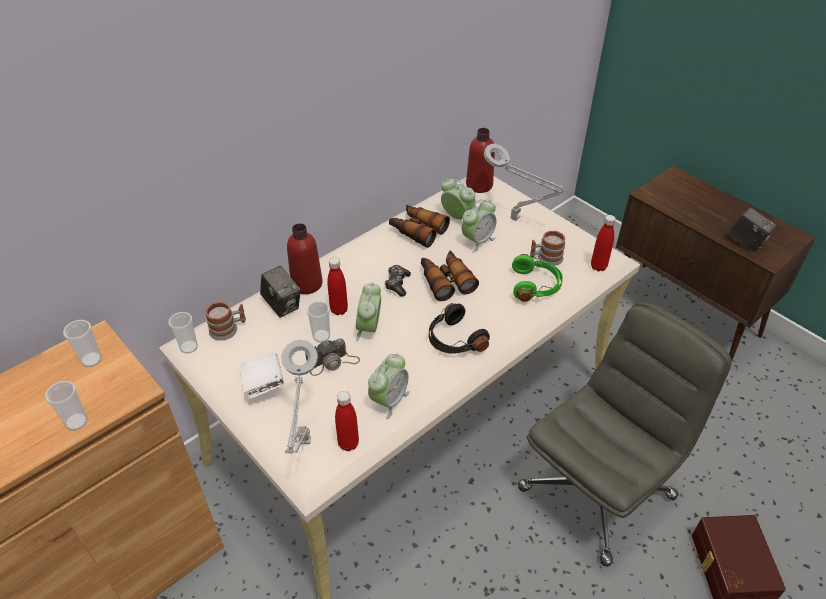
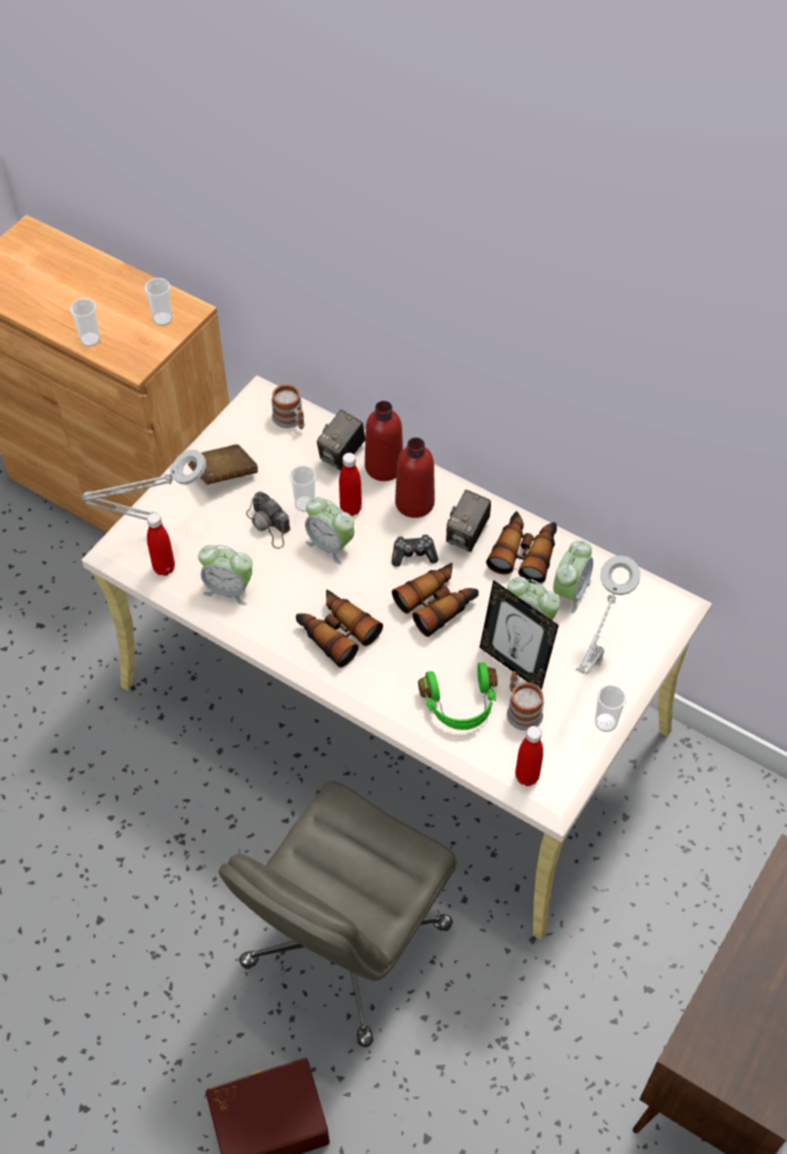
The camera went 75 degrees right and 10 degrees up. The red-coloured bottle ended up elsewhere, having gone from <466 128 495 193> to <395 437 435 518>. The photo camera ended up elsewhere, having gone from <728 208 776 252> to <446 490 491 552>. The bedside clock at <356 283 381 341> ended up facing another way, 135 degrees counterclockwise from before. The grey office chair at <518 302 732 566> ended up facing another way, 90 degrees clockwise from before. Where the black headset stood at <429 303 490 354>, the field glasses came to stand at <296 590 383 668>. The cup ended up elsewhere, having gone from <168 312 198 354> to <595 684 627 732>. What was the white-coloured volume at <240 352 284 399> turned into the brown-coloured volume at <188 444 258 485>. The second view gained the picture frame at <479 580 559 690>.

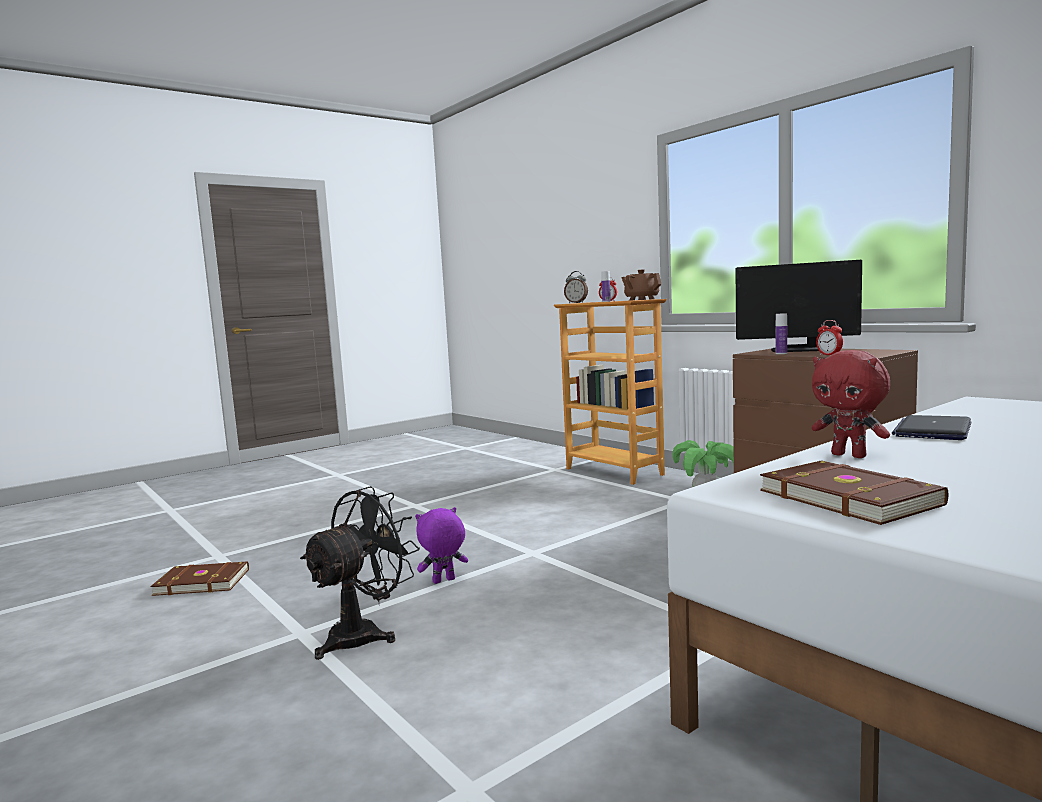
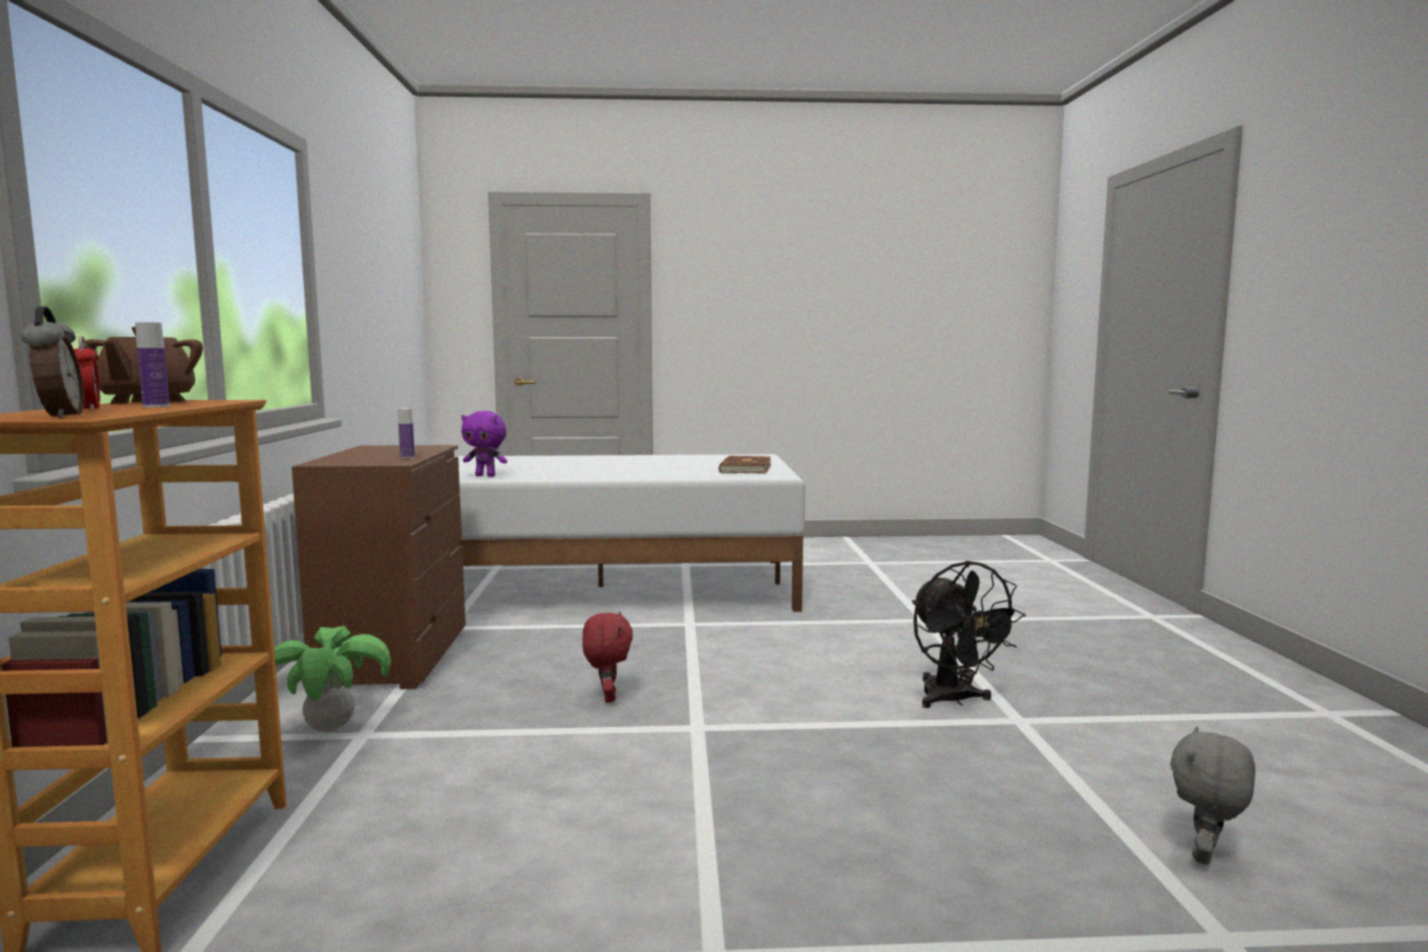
The camera went 145 degrees left and 0 degrees up. The second view lost the computer display at <735 260 862 352>. The second view lost the bedside clock at <816 320 843 355>. The red-coloured plush toy ended up elsewhere, having gone from <812 350 890 458> to <582 611 633 702>. The second view lost the portable computer at <892 415 971 440>. The black cooling fan at <300 486 420 660> ended up facing another way, 90 degrees counterclockwise from before. The purple-coloured plush toy ended up elsewhere, having gone from <415 507 468 584> to <461 411 507 477>. Where the brown-coloured volume stood at <150 561 249 596>, the grey plush toy came to stand at <1170 726 1255 865>.

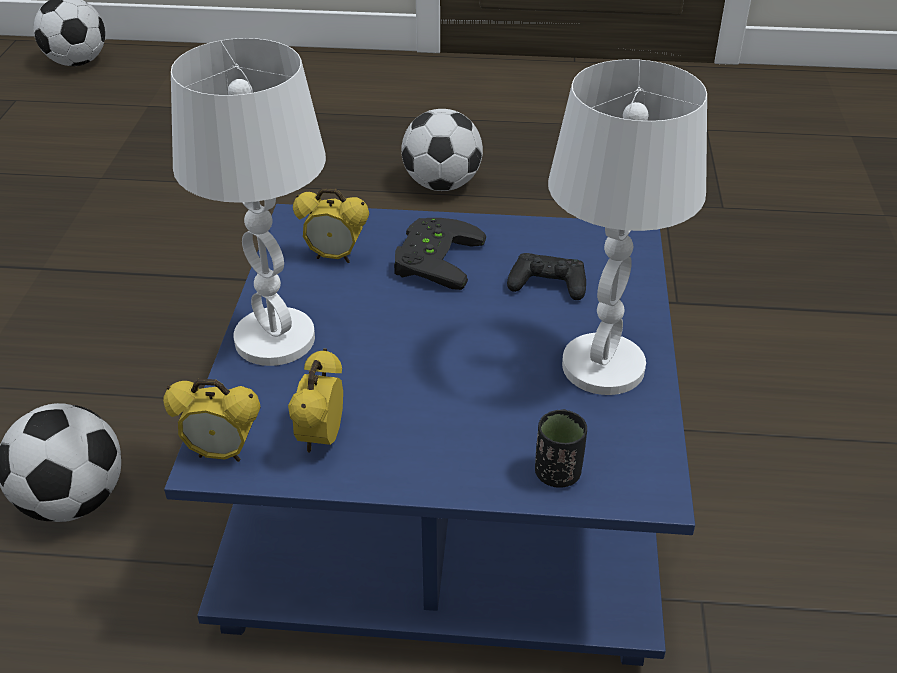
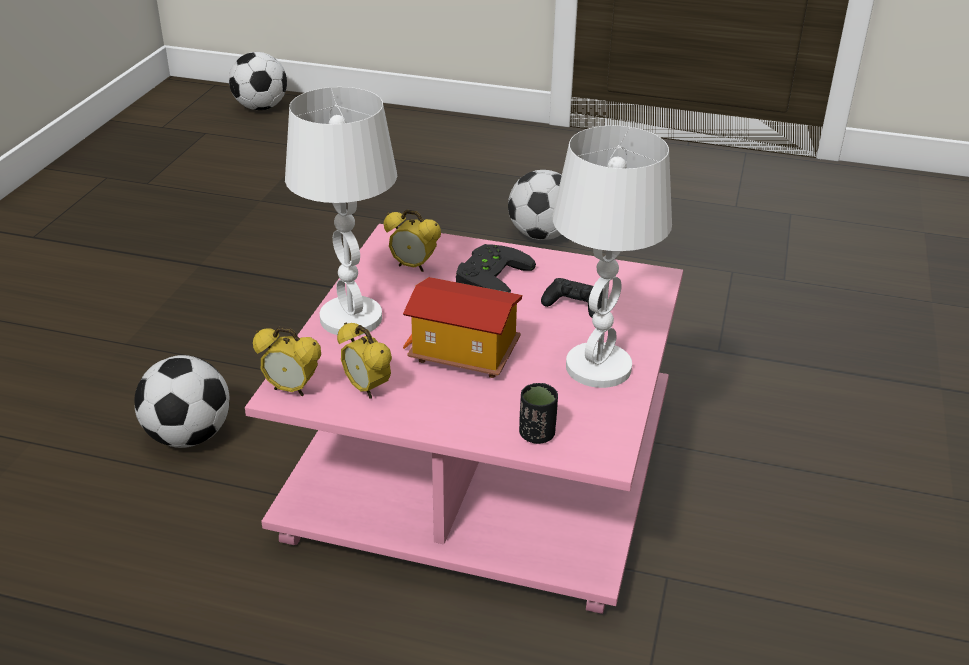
The camera went 10 degrees right and 5 degrees down. What was the blue lounge table at <164 204 695 666> turned into the pink lounge table at <245 224 683 614>. The bedside clock at <288 349 343 452> ended up facing another way, 60 degrees counterclockwise from before. The second view gained the miniature house at <403 277 522 378>.

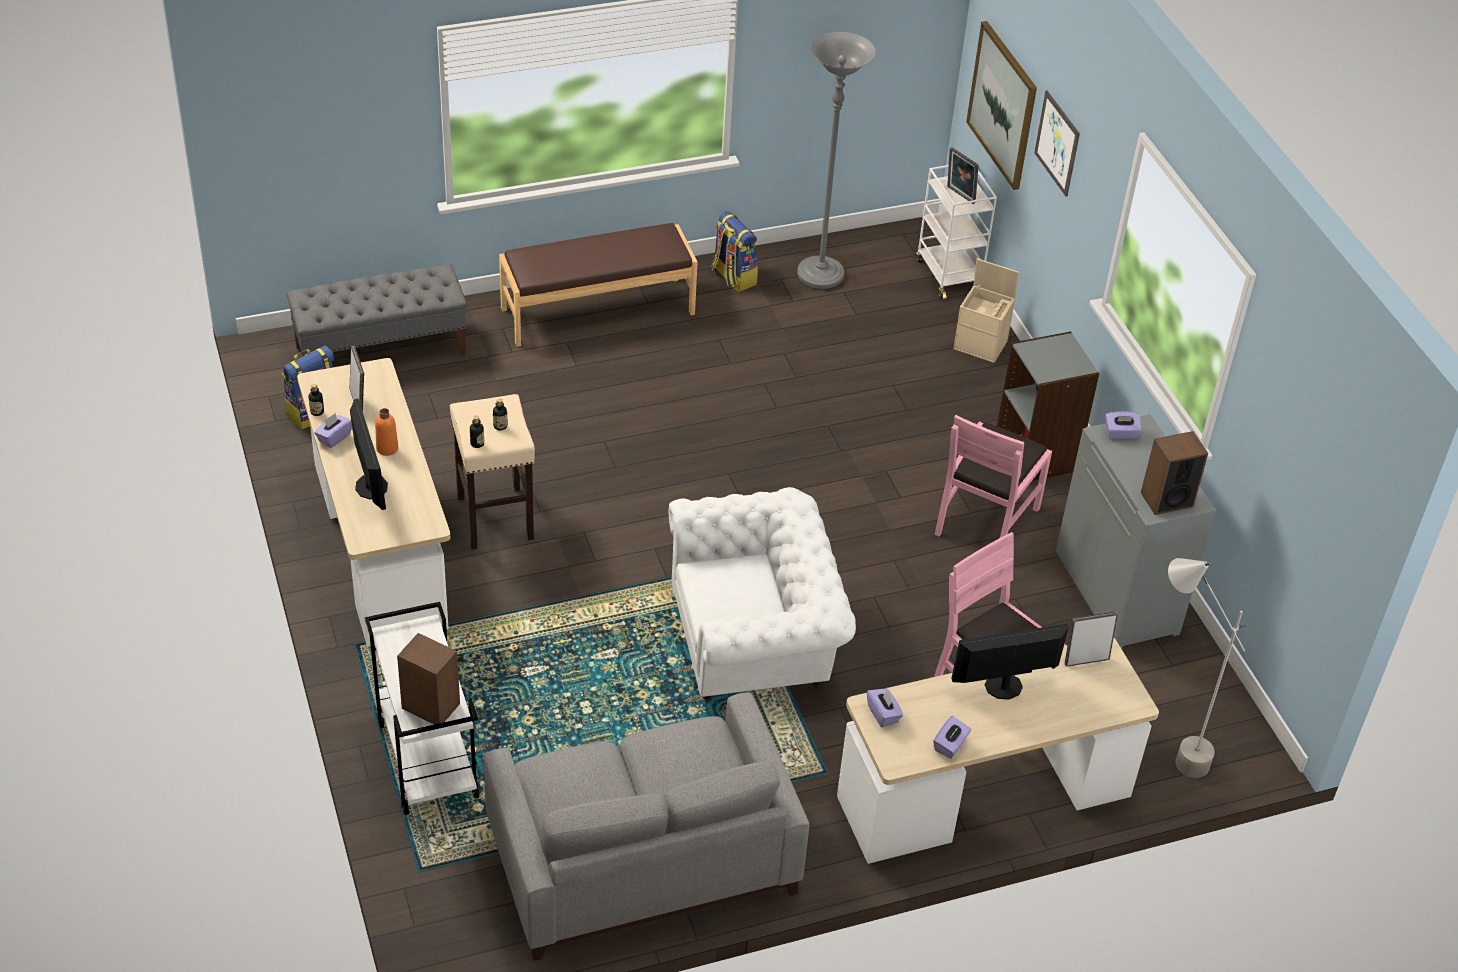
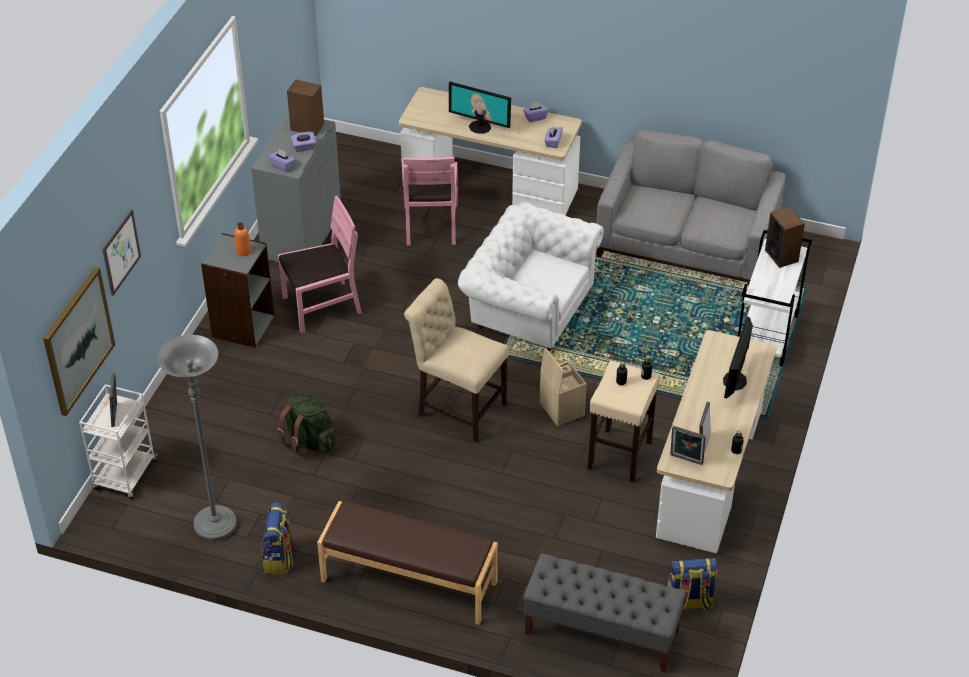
The camera went 140 degrees left and 0 degrees up. The beige-coloured storage container ended up elsewhere, having gone from <953 258 1019 363> to <540 347 586 426>. The orangey bottle ended up elsewhere, having gone from <375 408 398 456> to <234 222 251 256>. The purple-coloured tissue box ended up elsewhere, having gone from <314 413 352 448> to <291 132 316 152>. The second view lost the grey standing lamp at <1168 558 1245 778>. The picture frame ended up elsewhere, having gone from <1065 611 1118 667> to <670 426 706 465>. The second view gained the beige-coloured chair at <404 278 509 442>. The second view gained the green rucksack at <278 392 336 456>.

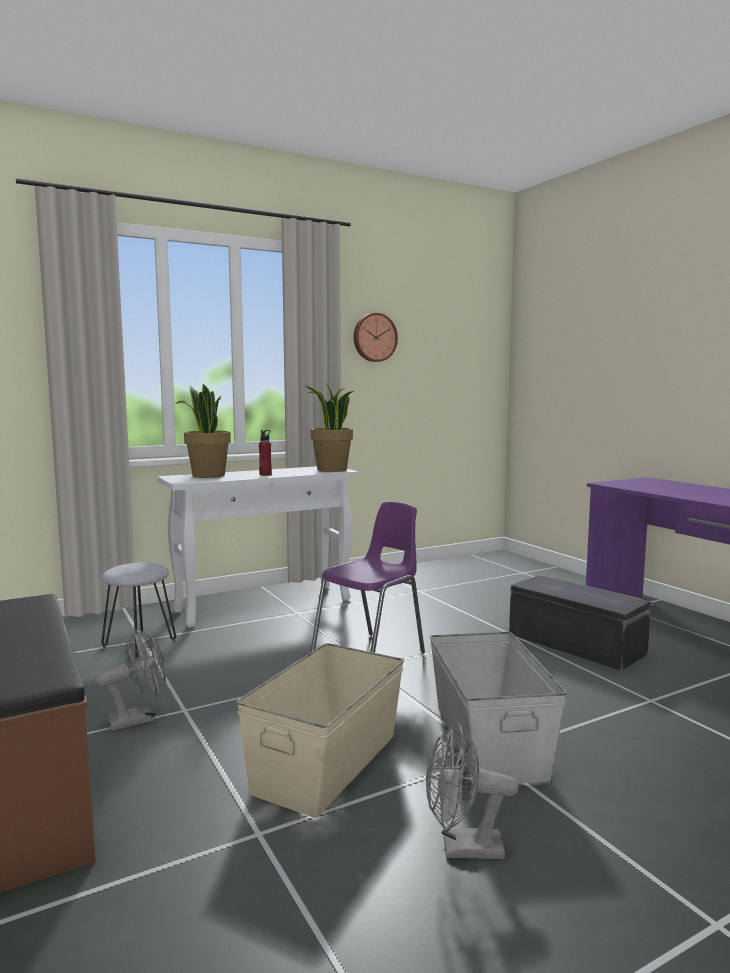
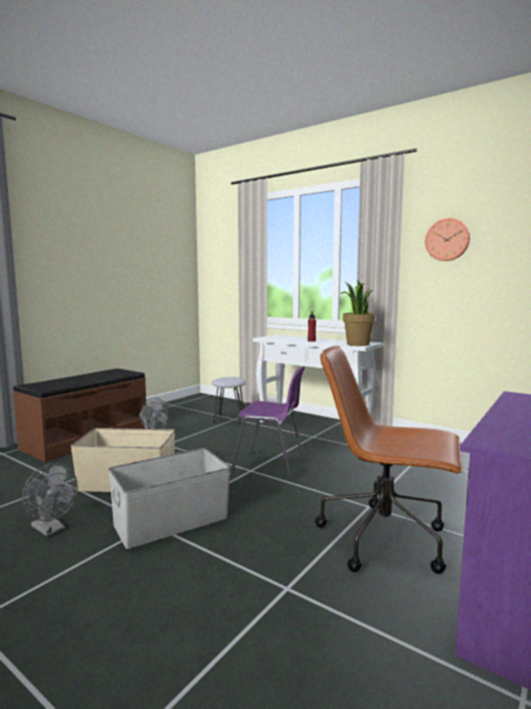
The camera went 65 degrees right and 0 degrees up. The second view lost the houseplant at <176 384 231 478>. Where the black storage container stood at <509 575 651 670>, the brown-coloured office chair came to stand at <315 345 463 574>. The grey cooling fan at <426 723 518 859> ended up facing another way, 150 degrees clockwise from before.

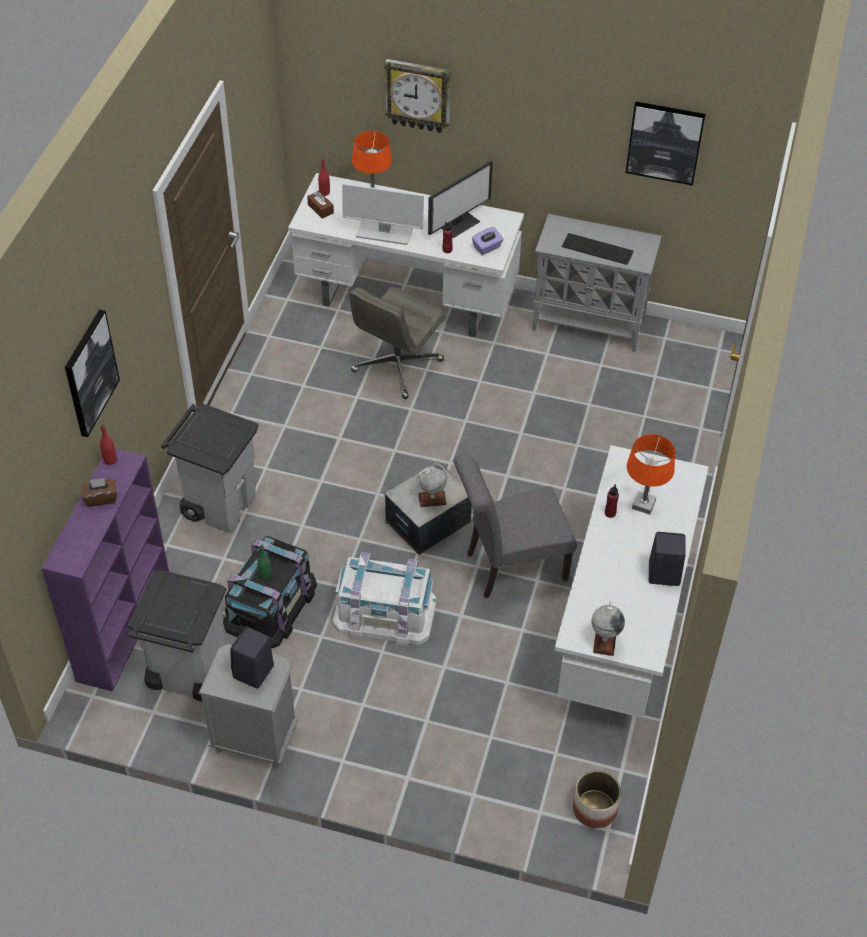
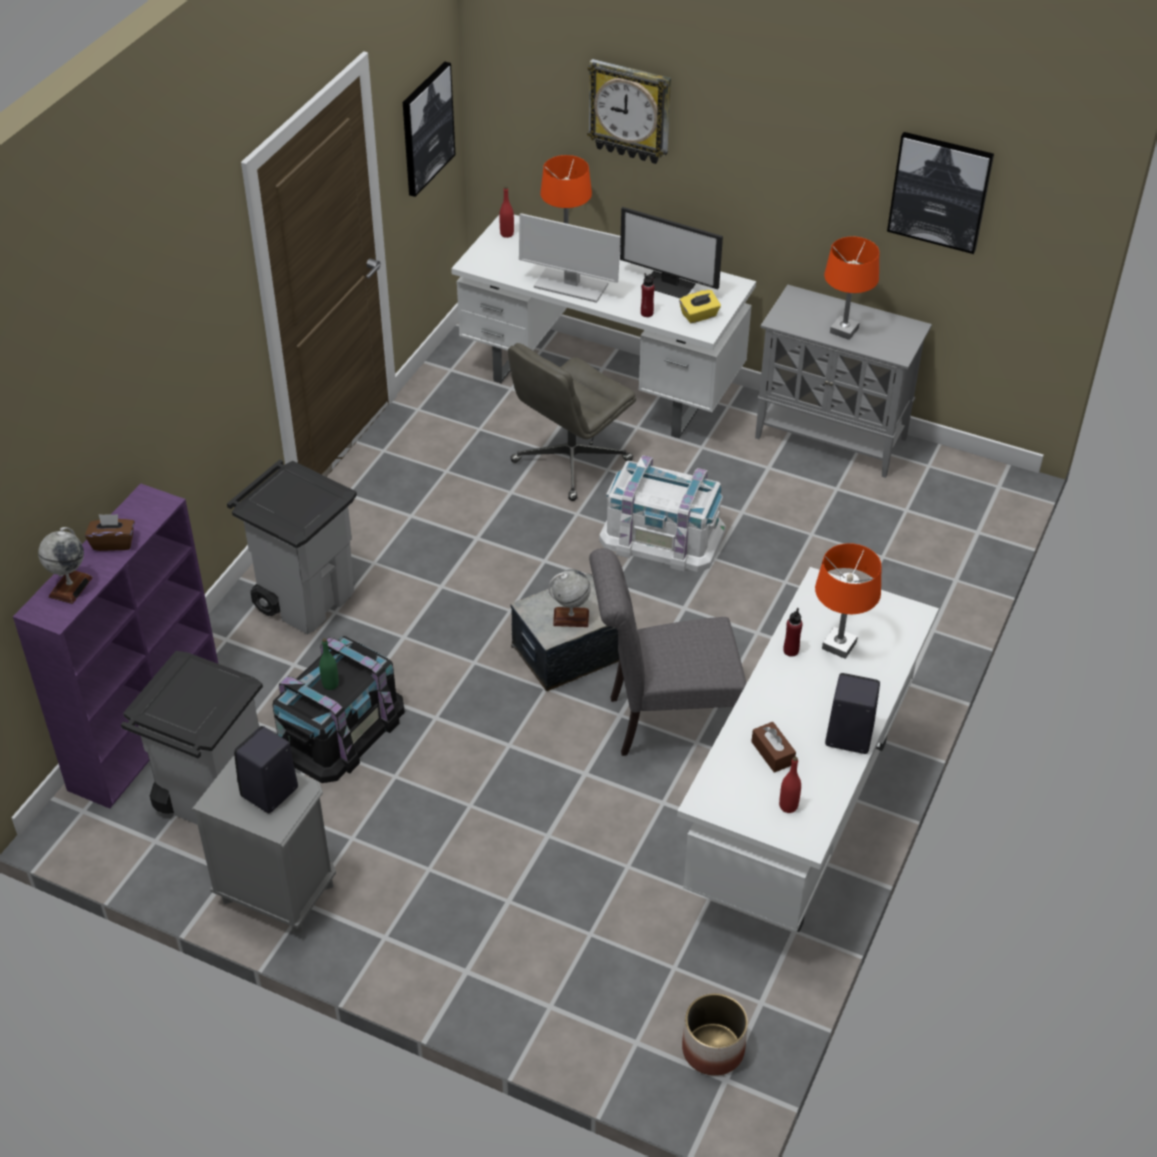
The camera went 10 degrees right and 5 degrees down. The computer display at <428 161 493 238> ended up facing another way, 60 degrees clockwise from before. The brown-coloured tissue box ended up elsewhere, having gone from <307 191 334 219> to <751 722 796 773>. What was the purple-coloured tissue box at <472 227 504 255> turned into the yellow-coloured tissue box at <679 290 721 323>. Where the PC keyboard stood at <562 233 633 265>, the orangey table lamp came to stand at <824 236 879 340>. The picture ended up elsewhere, having gone from <65 310 120 437> to <403 62 455 197>. The red-coloured bottle ended up elsewhere, having gone from <100 425 117 465> to <779 757 801 813>. The white-coloured storage container ended up elsewhere, having gone from <333 552 437 646> to <599 455 726 572>. The desk globe ended up elsewhere, having gone from <592 602 625 656> to <38 527 93 604>.

